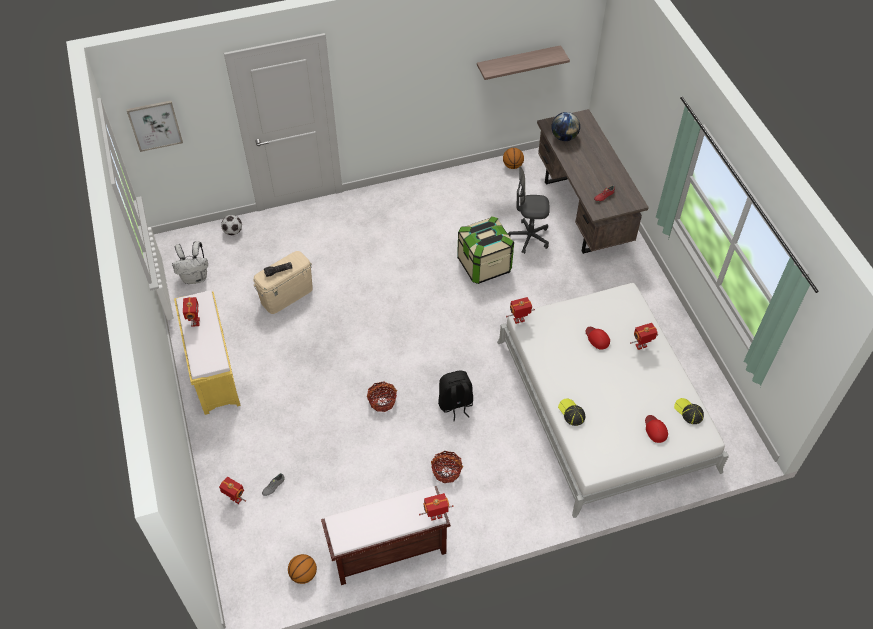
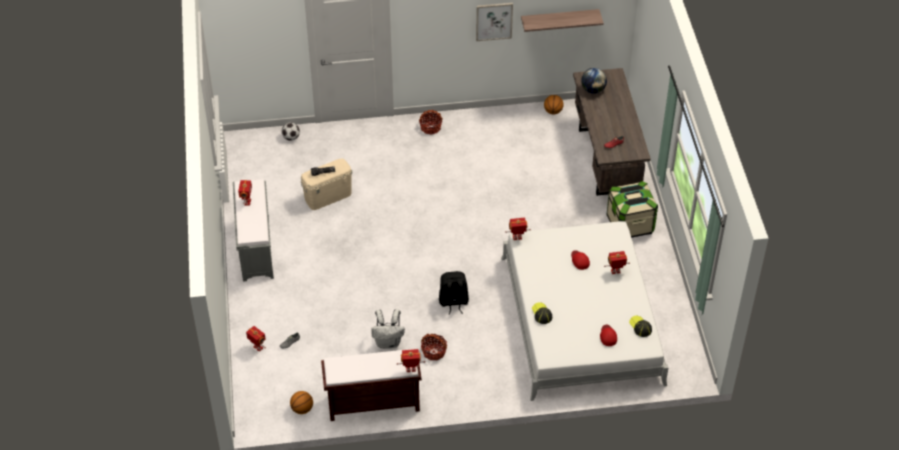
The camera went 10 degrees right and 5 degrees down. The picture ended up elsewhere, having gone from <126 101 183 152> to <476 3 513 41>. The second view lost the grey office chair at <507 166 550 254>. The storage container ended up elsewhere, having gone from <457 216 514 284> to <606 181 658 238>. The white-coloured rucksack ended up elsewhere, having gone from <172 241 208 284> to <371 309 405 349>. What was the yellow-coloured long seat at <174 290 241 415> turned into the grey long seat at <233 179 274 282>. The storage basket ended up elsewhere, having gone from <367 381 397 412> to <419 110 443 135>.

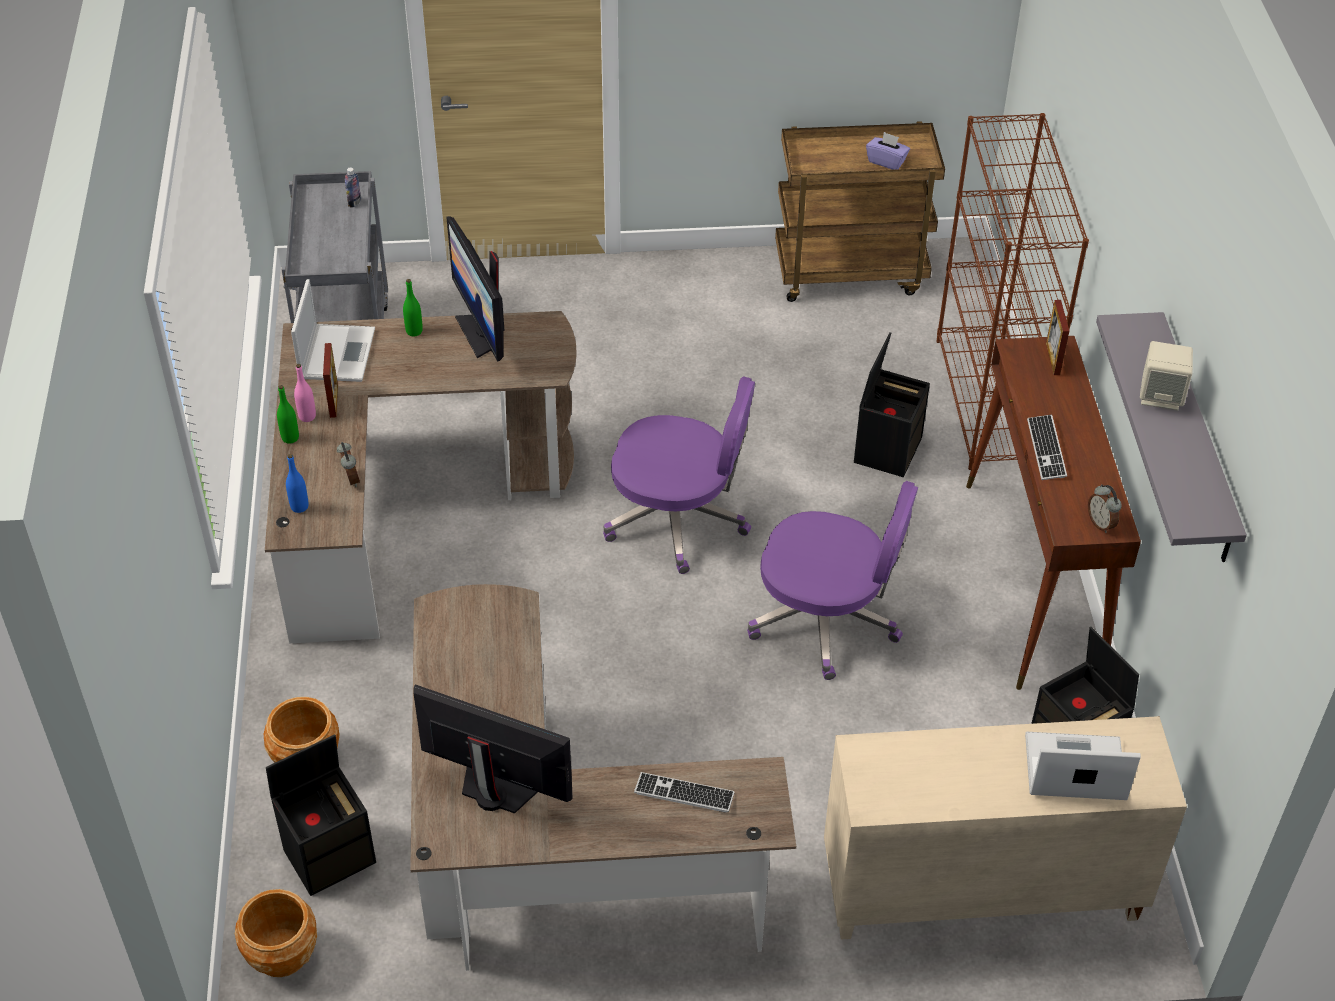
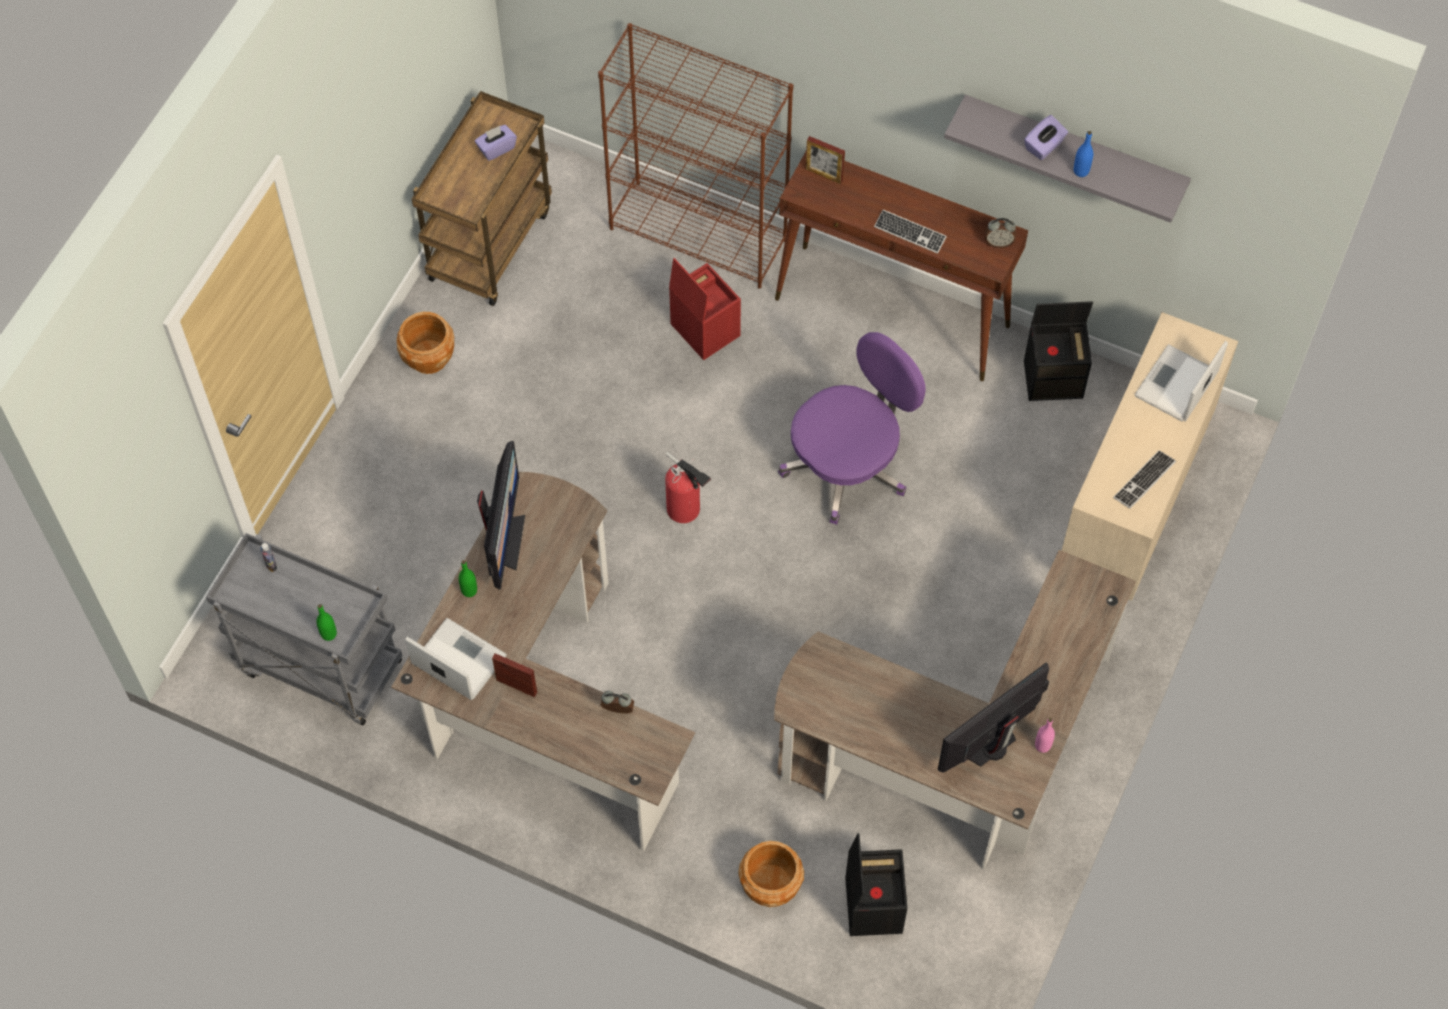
The camera went 60 degrees left and 15 degrees up. The computer display at <446 216 504 362> ended up facing another way, 90 degrees counterclockwise from before. What was the black storage container at <854 332 930 477> turned into the red-coloured storage container at <669 258 741 360>. Where the beige-coloured loudspeaker stood at <1140 341 1193 411>, the purple-coloured tissue box came to stand at <1024 115 1068 160>. The pink bottle ended up elsewhere, having gone from <294 364 316 422> to <1035 718 1055 753>. Where the purple-coloured office chair stood at <603 376 755 574>, the fire-fighting cylinder came to stand at <665 452 711 523>. The green bottle ended up elsewhere, having gone from <277 385 299 444> to <316 604 337 641>. The blue bottle ended up elsewhere, having gone from <286 454 309 513> to <1074 131 1093 177>. The PC keyboard ended up elsewhere, having gone from <634 772 735 813> to <1113 450 1176 509>. The brown-coloured planter ended up elsewhere, having gone from <235 889 317 977> to <397 312 454 374>.

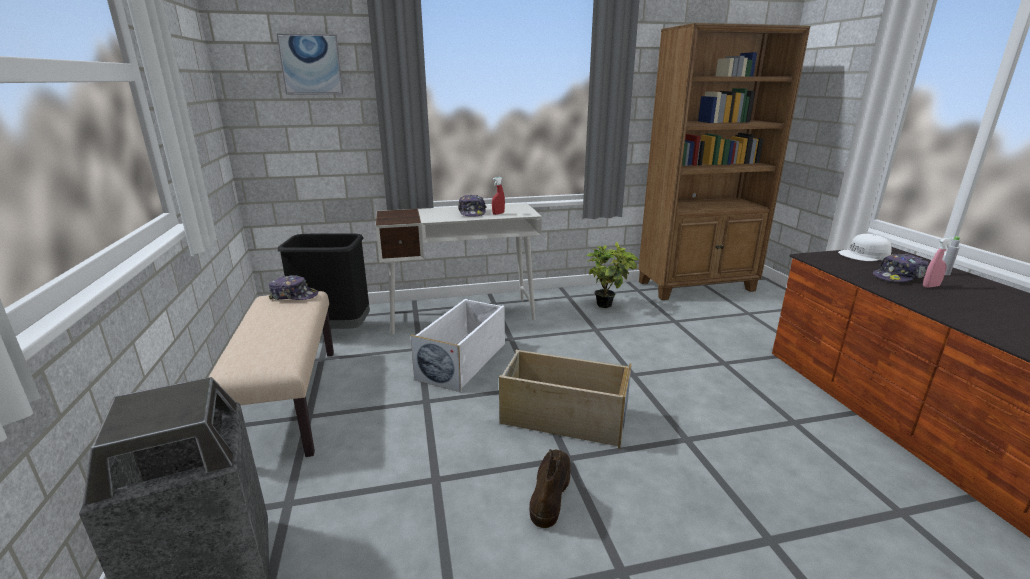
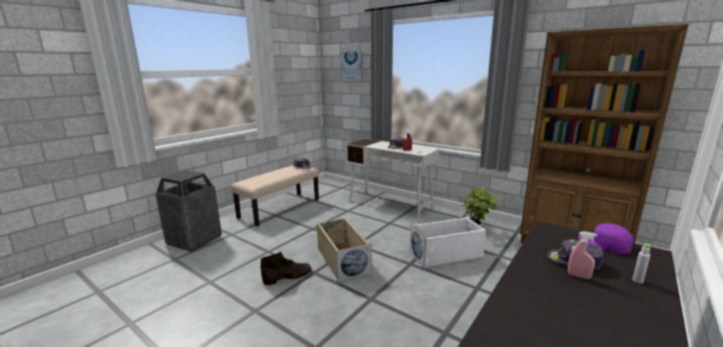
The camera went 50 degrees right and 5 degrees down. The second view lost the black waste bin at <278 233 370 329>. What was the white-coloured baseball cap at <838 234 892 261> turned into the purple-coloured baseball cap at <578 223 633 254>. The white-coloured storage container ended up elsewhere, having gone from <411 299 505 392> to <410 217 486 268>.

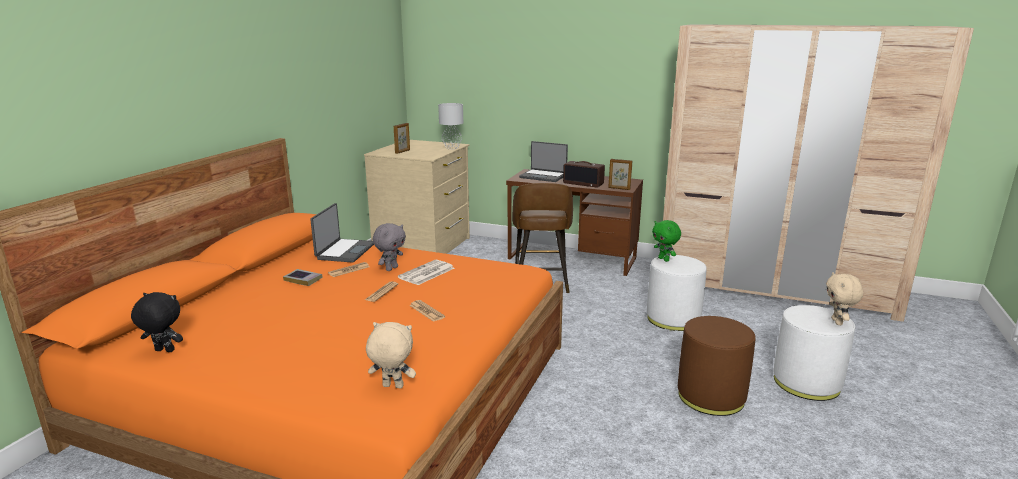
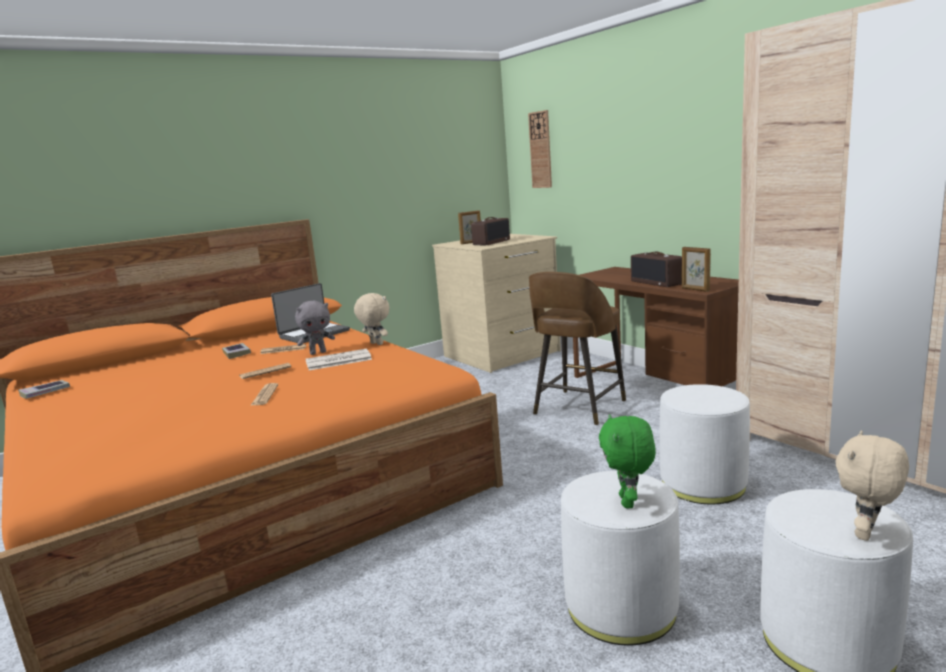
The camera went 35 degrees right and 5 degrees down. The second view lost the grey table lamp at <438 103 463 149>. The second view lost the portable computer at <519 141 568 182>. The green plush toy ended up elsewhere, having gone from <652 220 681 262> to <599 414 656 508>. Where the black plush toy stood at <131 292 183 352>, the volume came to stand at <18 380 70 399>. What was the brown-coloured pouffe at <678 316 755 416> turned into the white-coloured pouffe at <561 471 680 645>. The beige-coloured plush toy ended up elsewhere, having gone from <366 322 416 388> to <354 293 390 345>. The second view gained the hanging clock at <528 110 552 188>. The second view gained the radio at <471 217 510 245>.

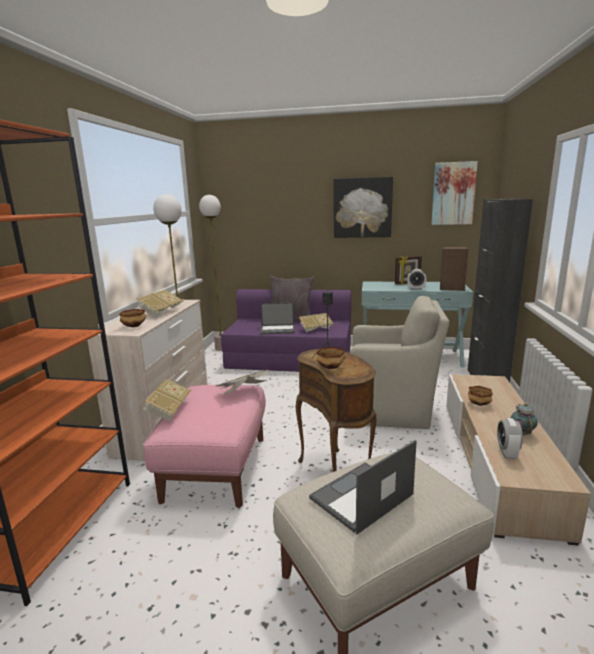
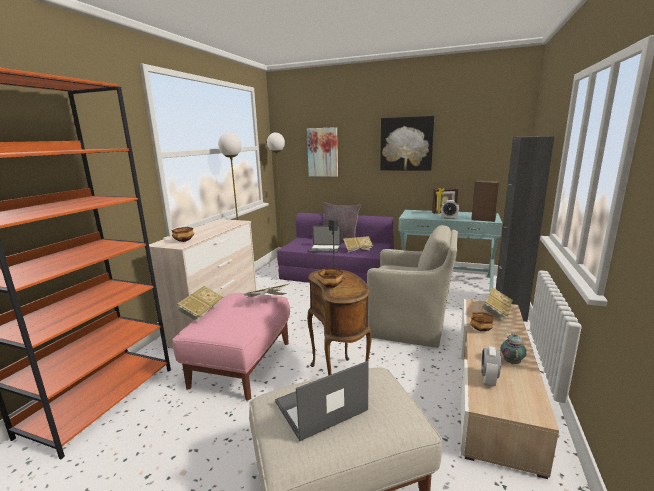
The camera went 10 degrees right and 0 degrees up. The picture ended up elsewhere, having gone from <431 161 478 225> to <307 127 338 177>. The volume ended up elsewhere, having gone from <136 290 183 318> to <482 287 512 321>.

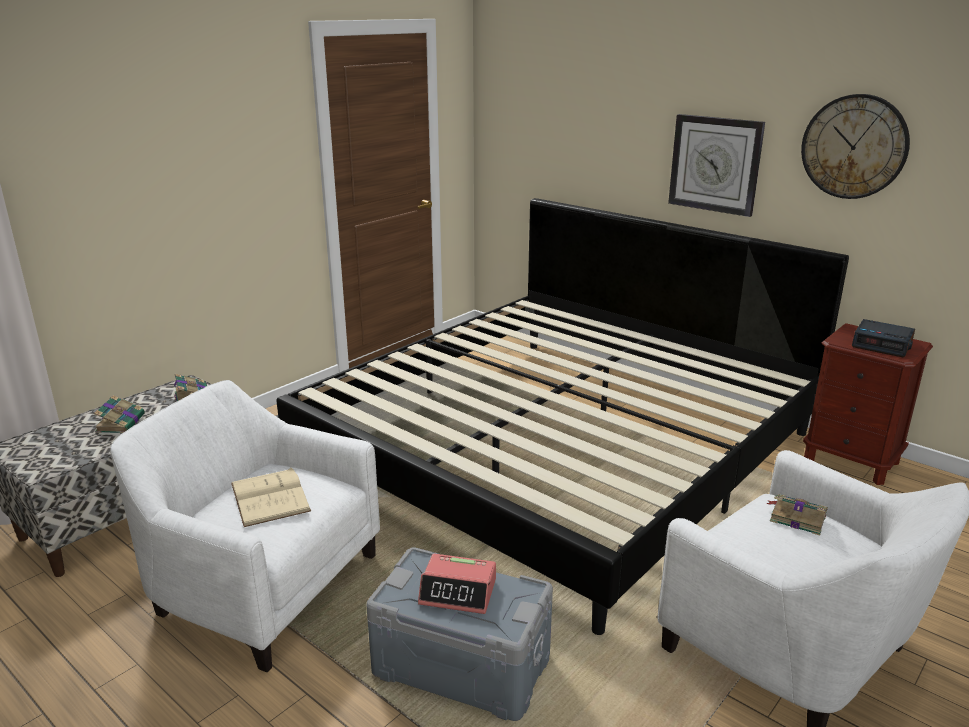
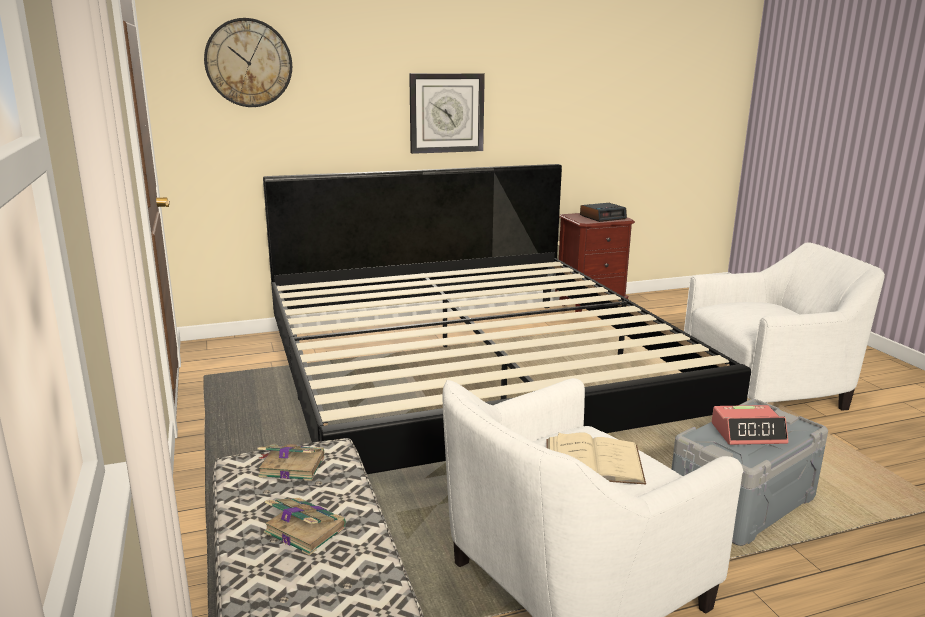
The camera went 60 degrees left and 5 degrees down. The hanging clock ended up elsewhere, having gone from <801 94 910 199> to <204 18 292 107>. The second view lost the volume at <766 494 828 536>. The bedside clock at <418 554 496 614> ended up facing another way, 45 degrees clockwise from before.

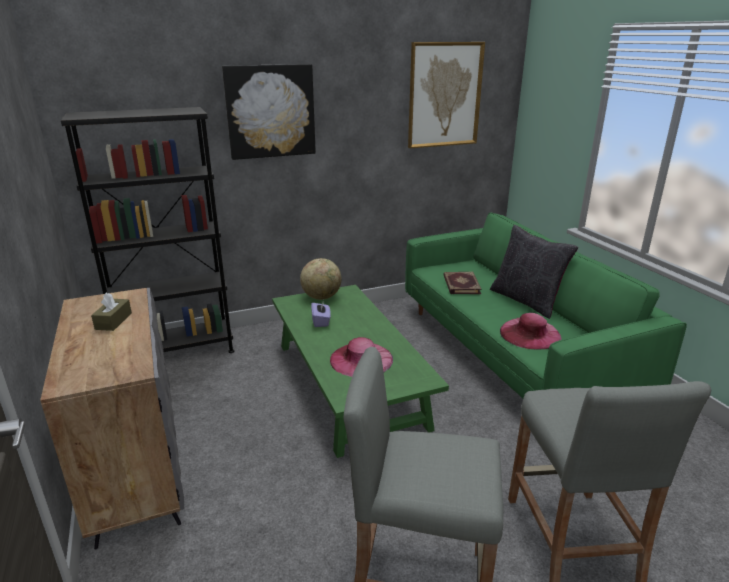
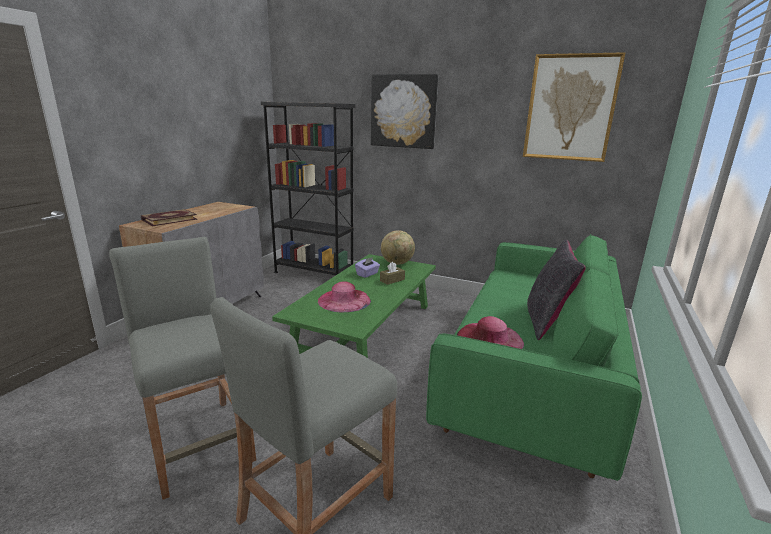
The camera went 45 degrees right and 5 degrees down. The volume ended up elsewhere, having gone from <443 272 482 294> to <141 209 197 226>. The brown-coloured tissue box ended up elsewhere, having gone from <91 292 132 331> to <380 262 405 285>.

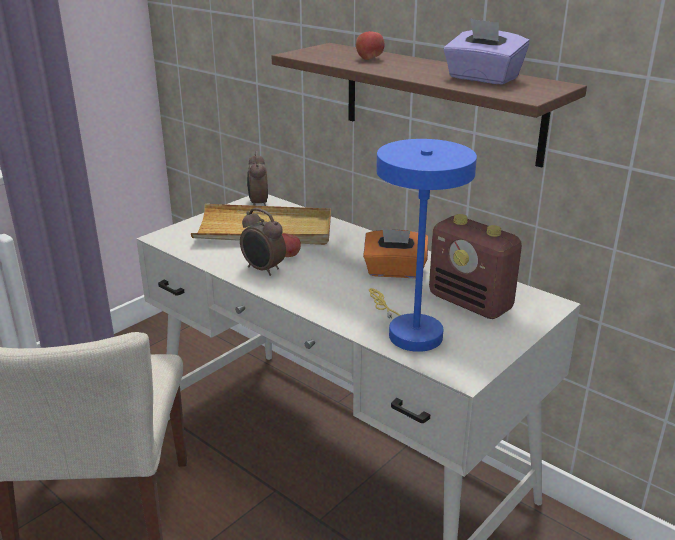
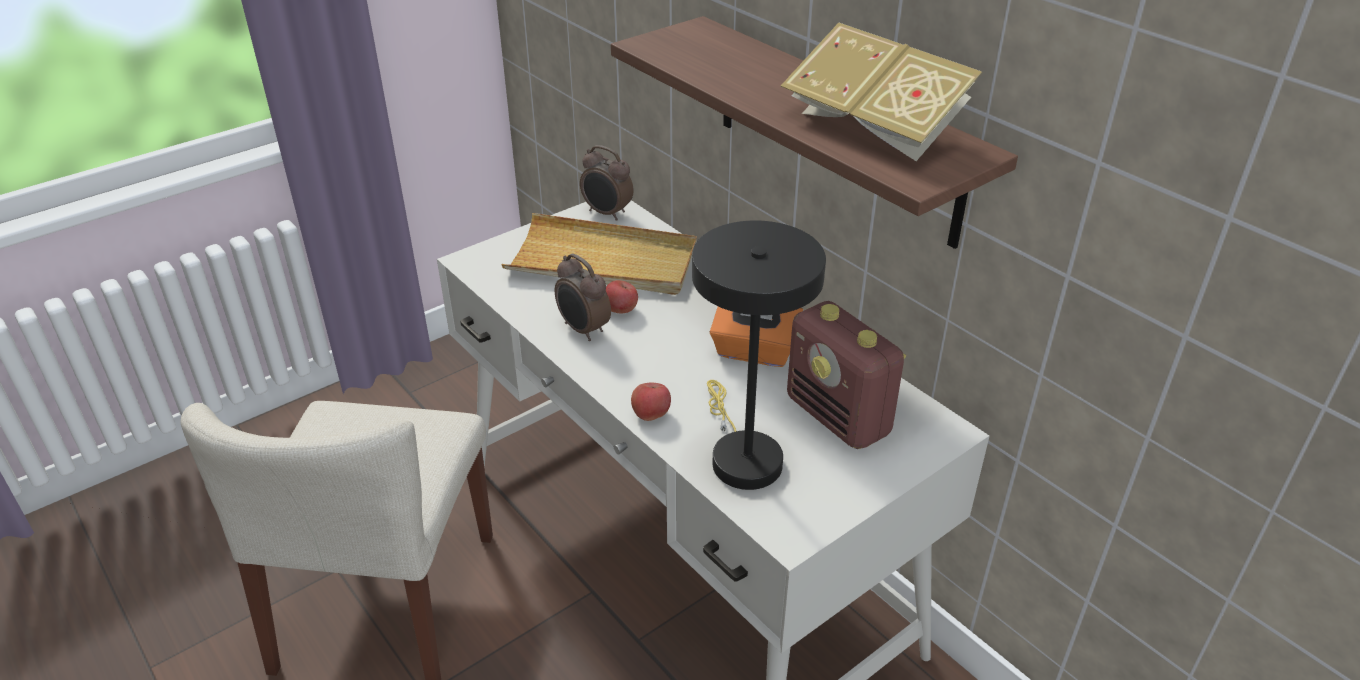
The camera went 10 degrees right and 10 degrees up. Where the purple-coloured tissue box stood at <444 18 529 84>, the volume came to stand at <781 23 982 161>. The apple ended up elsewhere, having gone from <356 31 384 60> to <631 382 671 421>. What was the blue table lamp at <369 139 477 352> turned into the black table lamp at <692 220 826 490>. The bedside clock at <247 151 268 206> ended up facing another way, 60 degrees counterclockwise from before.

